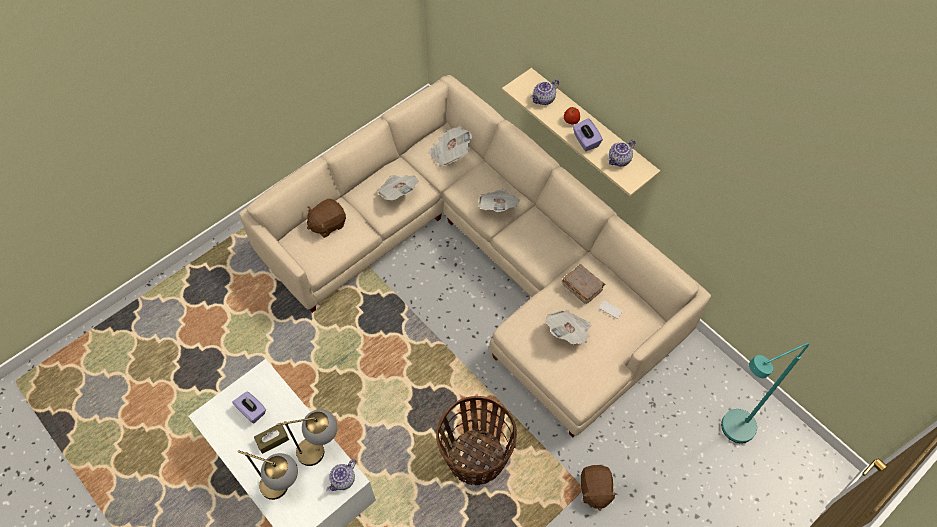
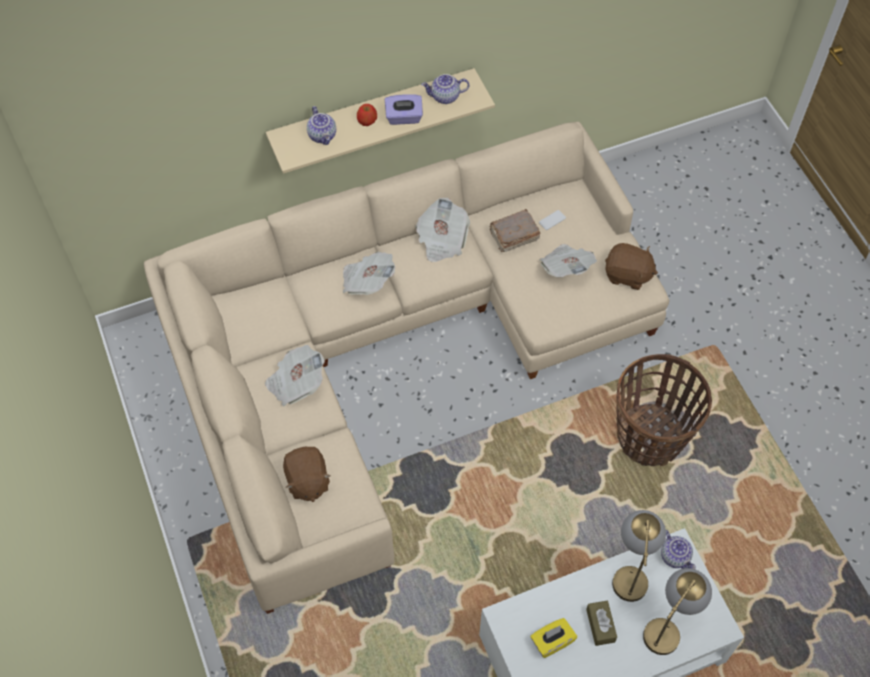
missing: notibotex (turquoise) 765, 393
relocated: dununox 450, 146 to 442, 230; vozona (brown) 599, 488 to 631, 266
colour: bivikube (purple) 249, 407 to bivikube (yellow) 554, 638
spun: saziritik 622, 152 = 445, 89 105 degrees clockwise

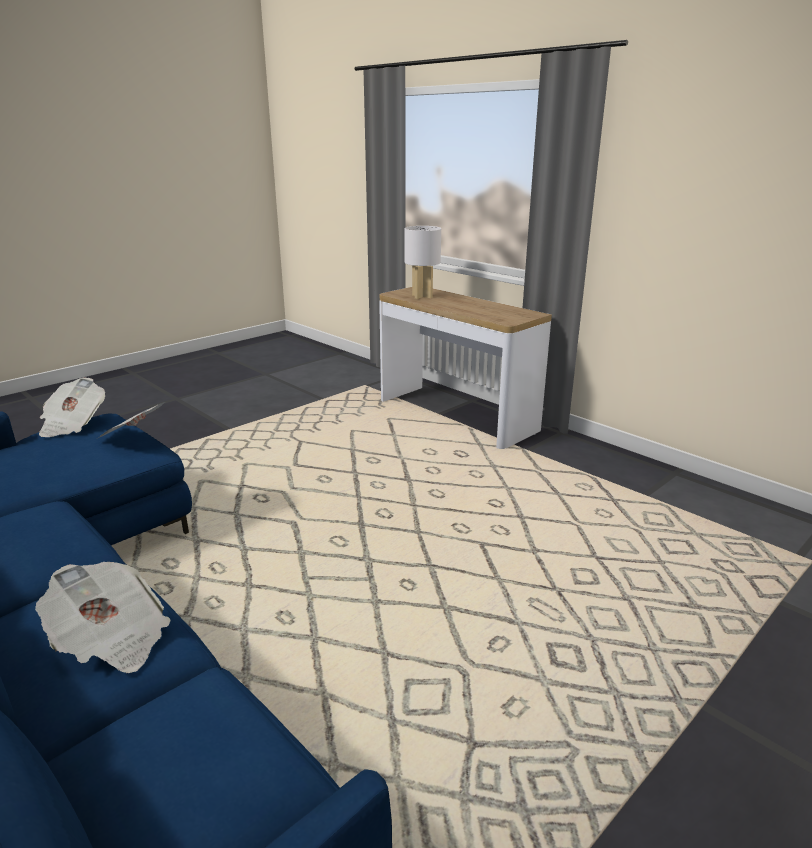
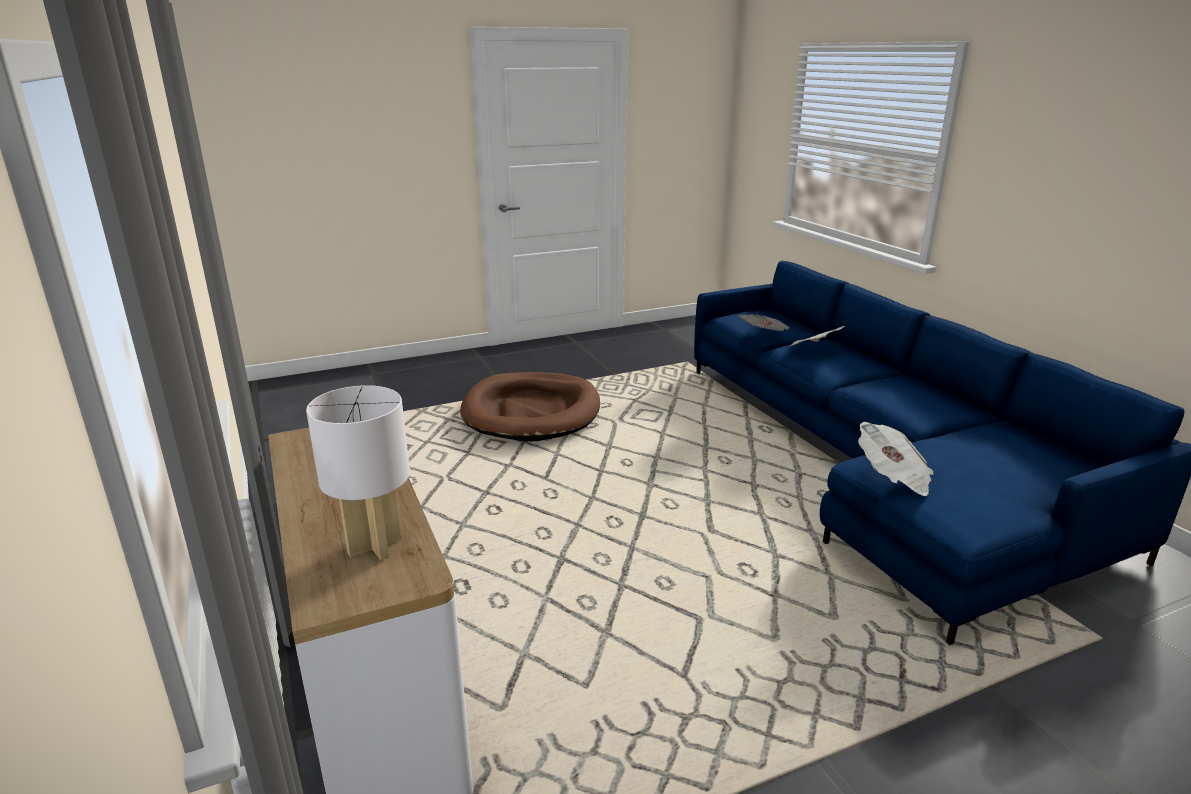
appeared: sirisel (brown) 530, 407
relocated: dununox 72, 407 to 763, 323

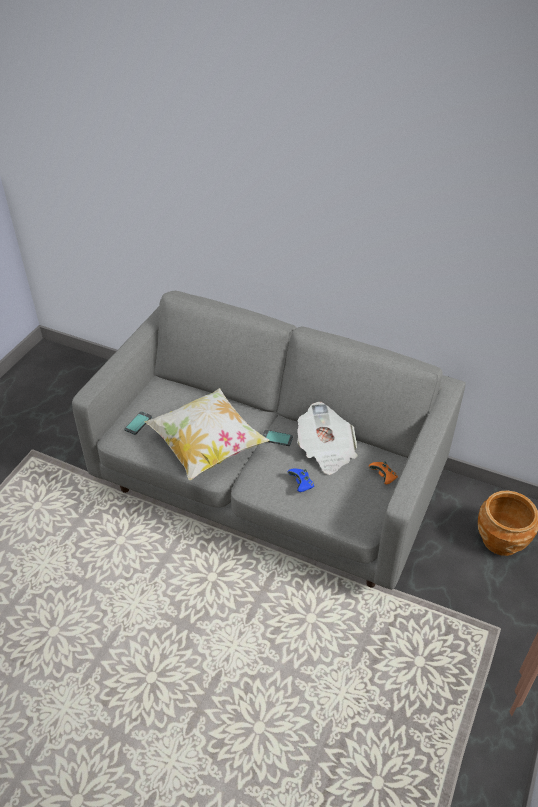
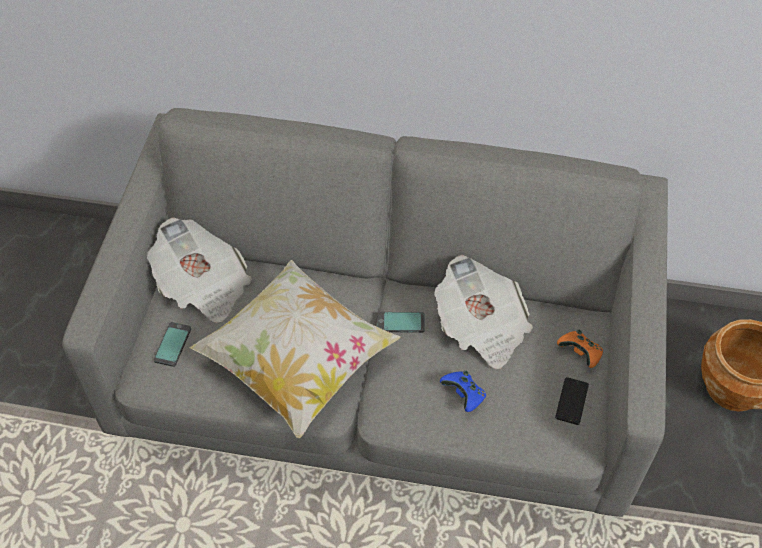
appeared: dununox 199, 270; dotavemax 572, 401

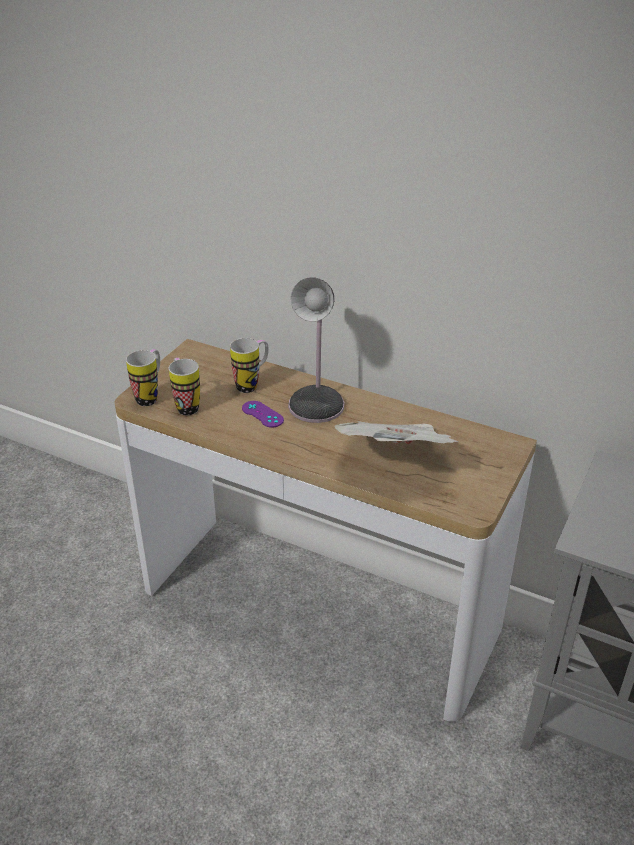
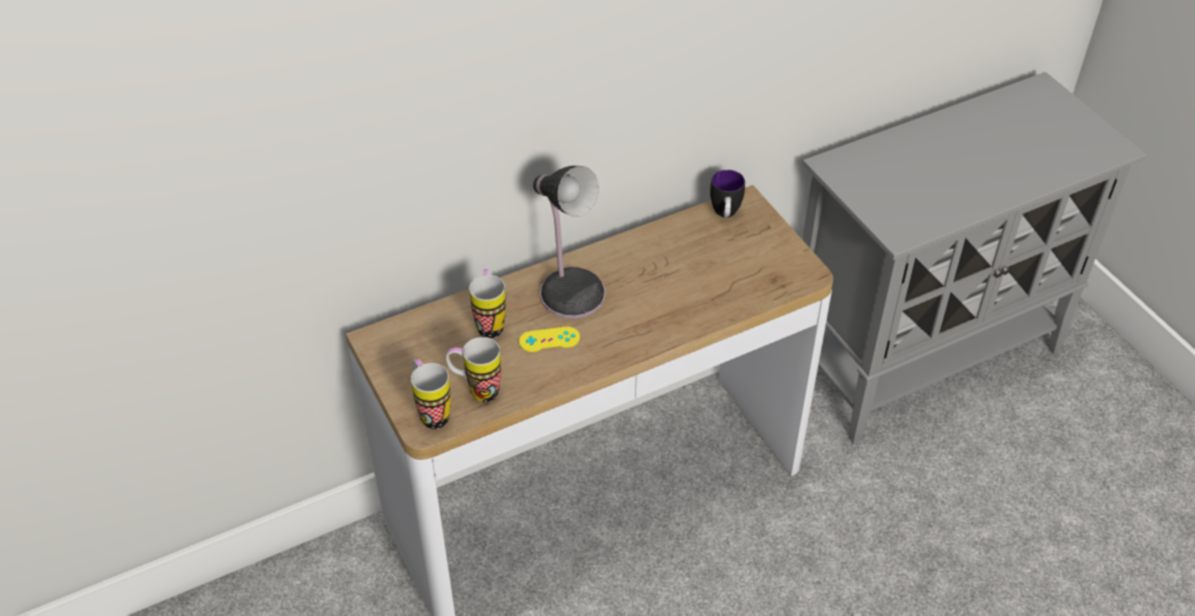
missing: dununox 397, 432
appeared: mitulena 727, 193
colour: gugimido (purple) 263, 414 to gugimido (yellow) 549, 339

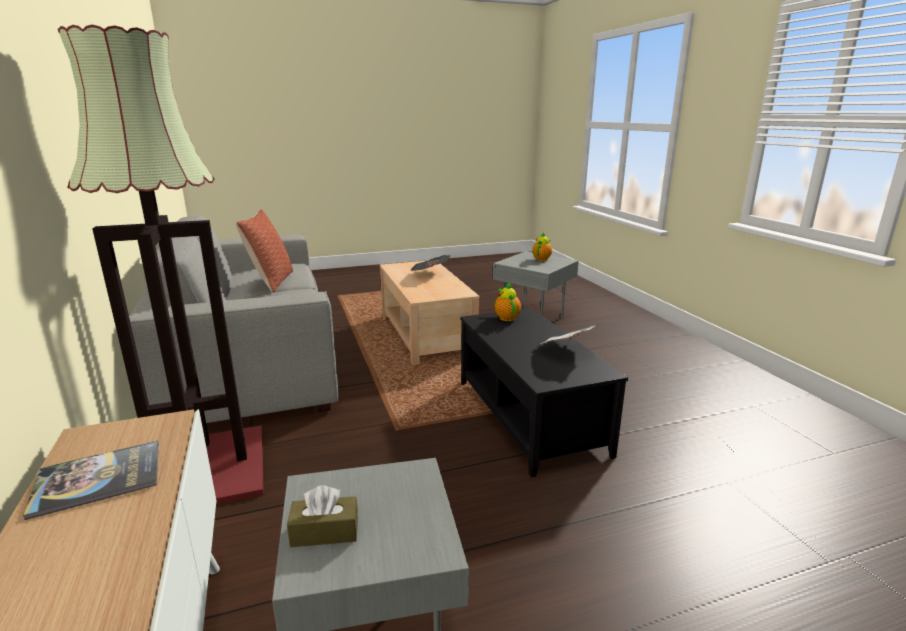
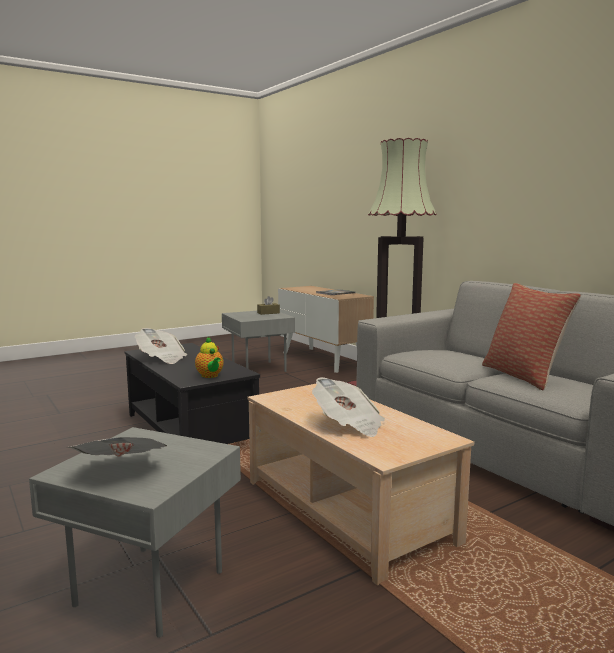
exchanged: saziritik 542, 246 to dununox 117, 447

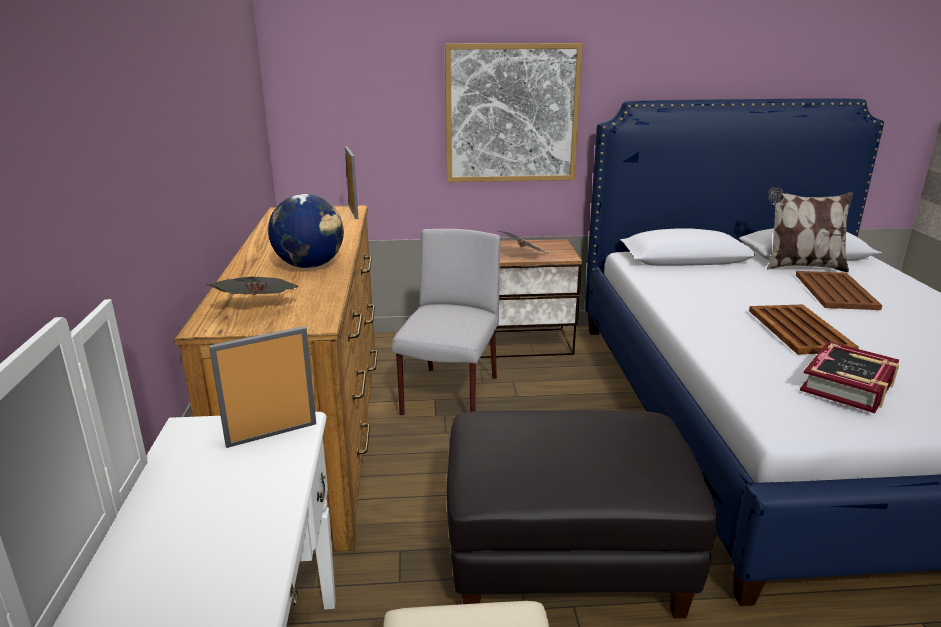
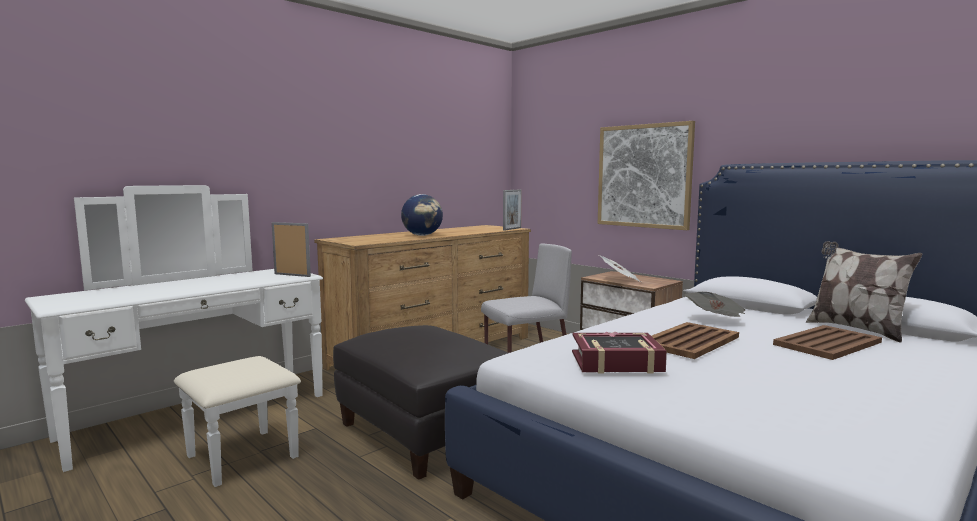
relocated: dununox 251, 286 to 715, 304

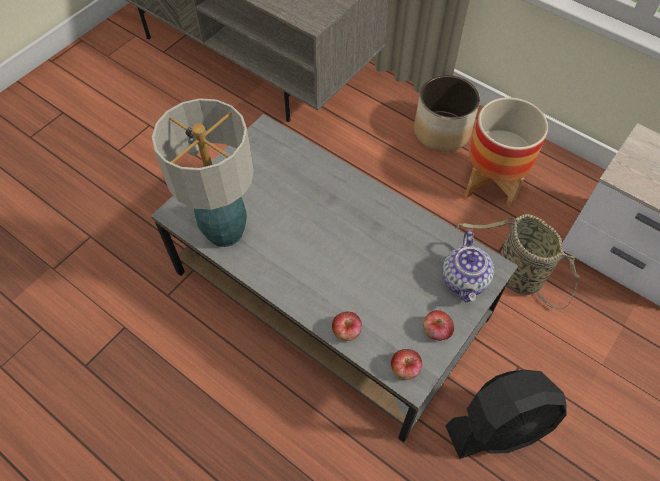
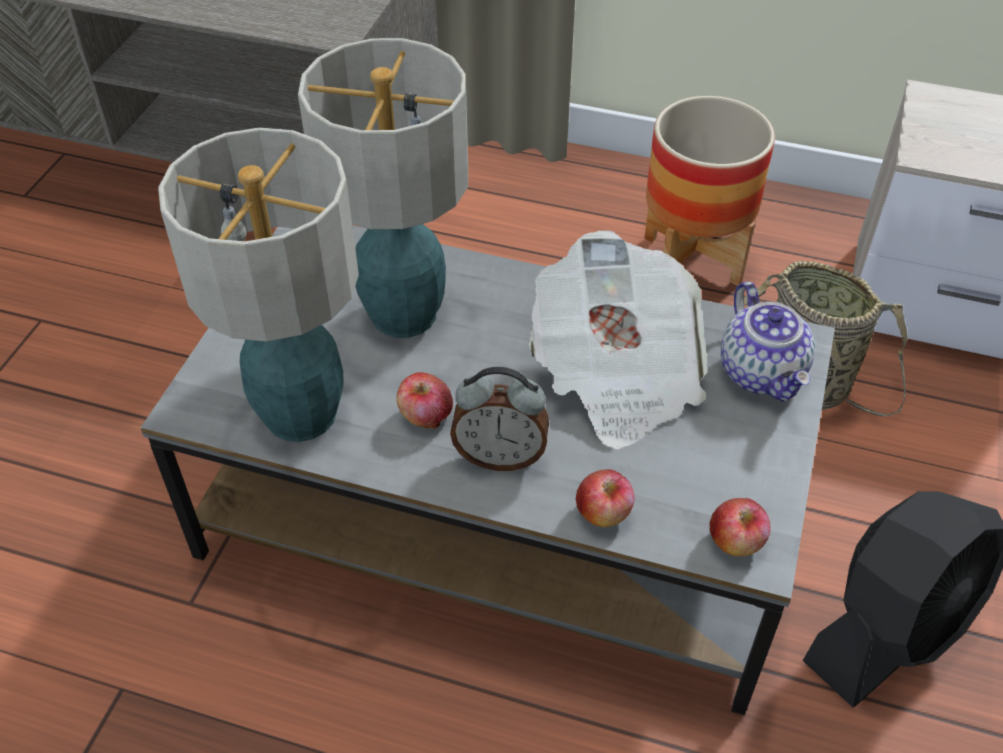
missing: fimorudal 447, 113
appeared: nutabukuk 383, 188; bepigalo 499, 419; dununox 617, 340
relocated: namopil 438, 325 to 425, 400

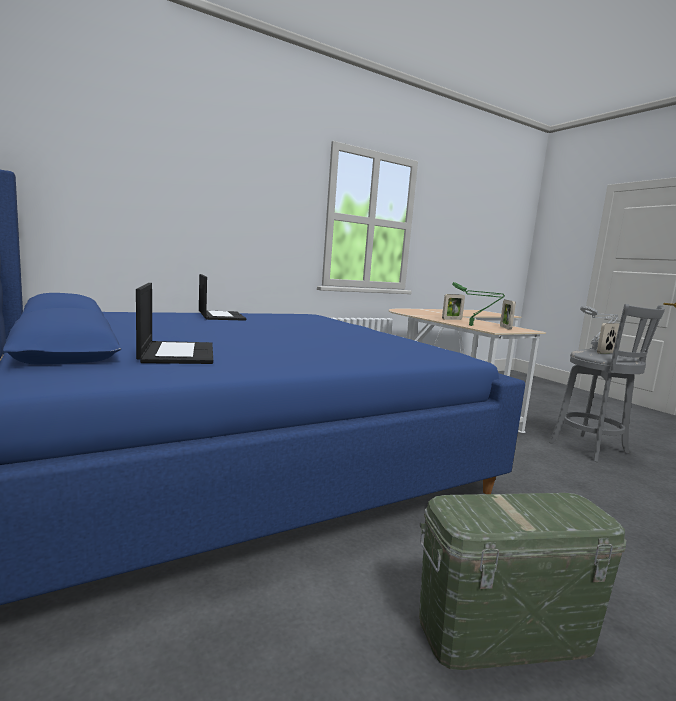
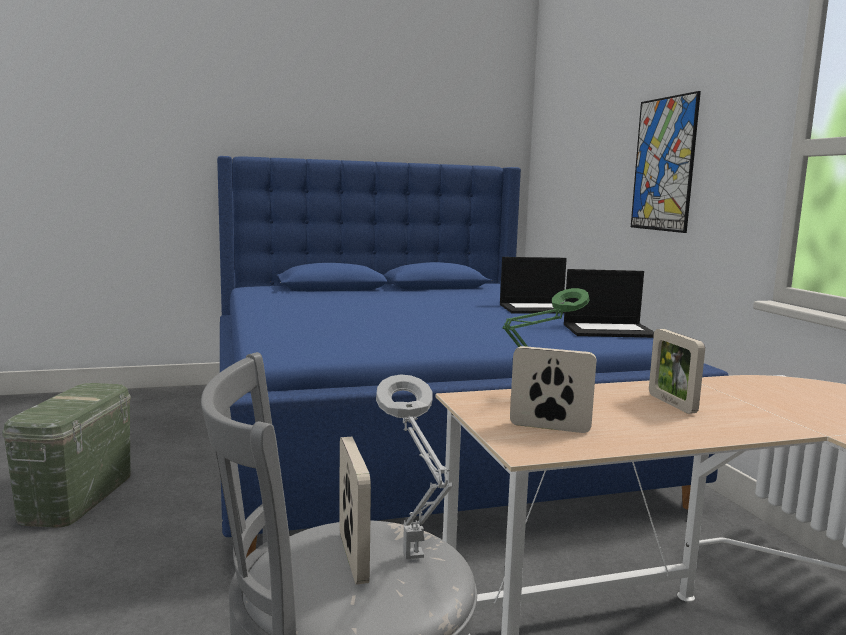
appeared: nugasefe 666, 162
relocated: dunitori 174, 323 to 609, 303

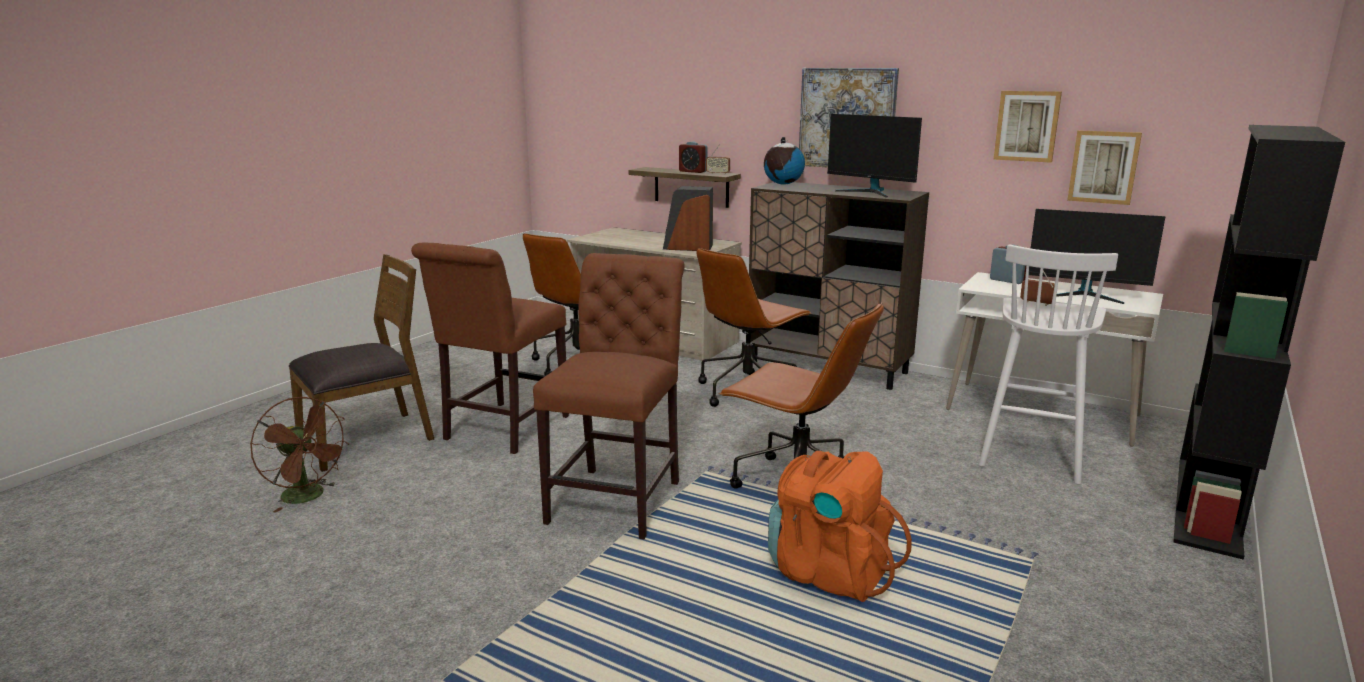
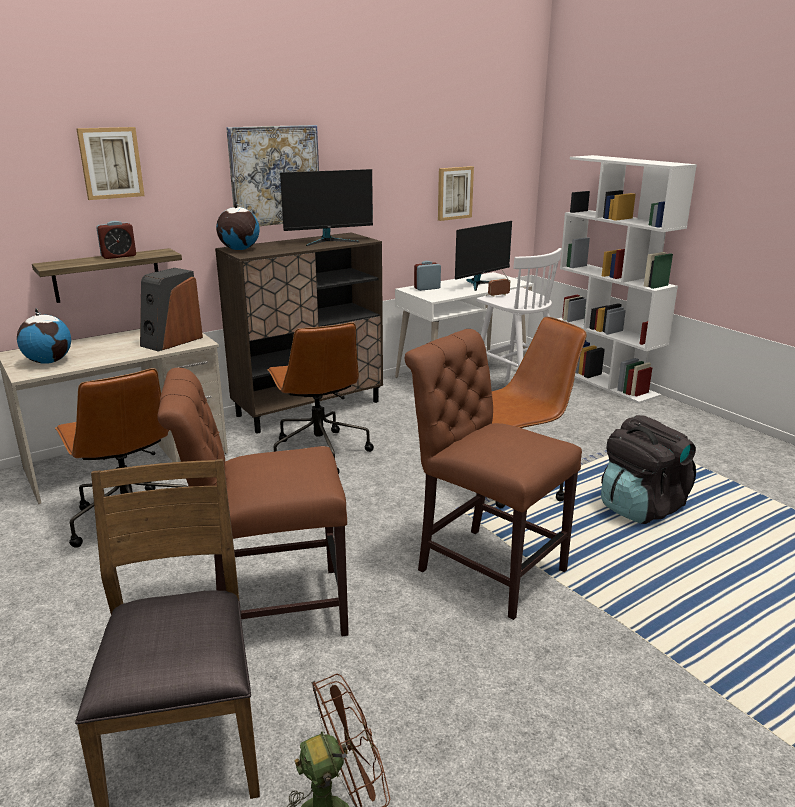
missing: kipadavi 718, 159
appeared: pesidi 44, 336
relocated: nugasefe 1027, 127 to 110, 163
colour: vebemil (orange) 840, 526 to vebemil (black) 648, 469; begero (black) 1259, 342 to begero (white) 627, 279
spun: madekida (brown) 490, 348 = 253, 502 120 degrees clockwise

